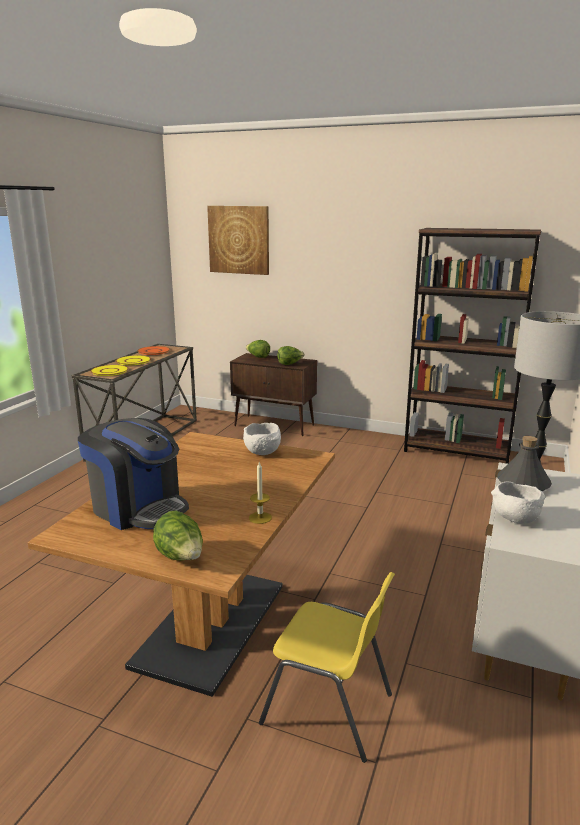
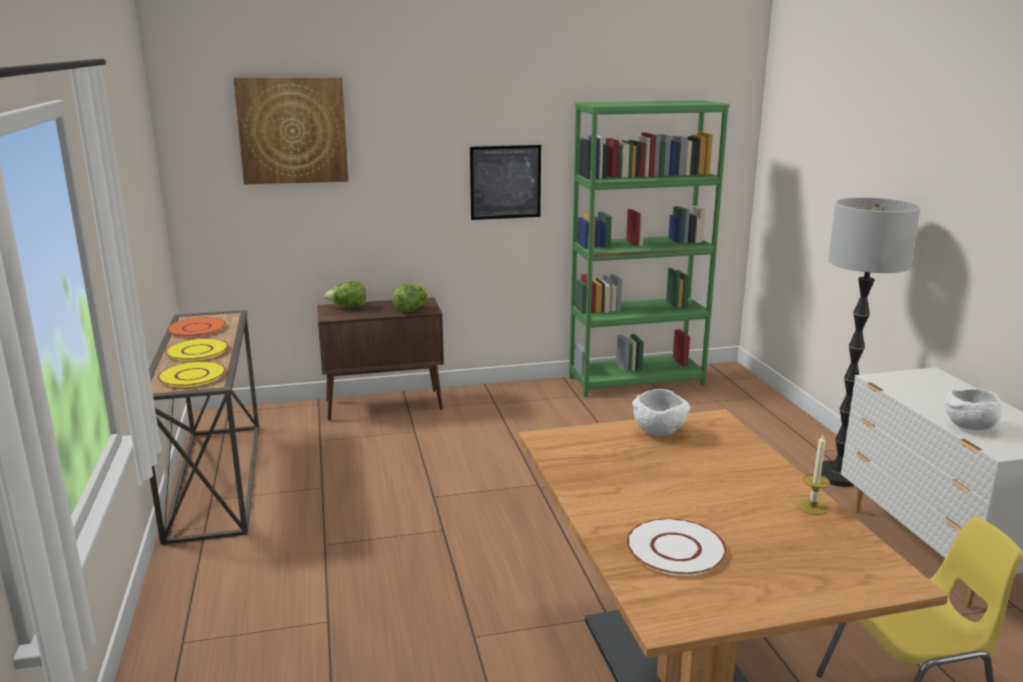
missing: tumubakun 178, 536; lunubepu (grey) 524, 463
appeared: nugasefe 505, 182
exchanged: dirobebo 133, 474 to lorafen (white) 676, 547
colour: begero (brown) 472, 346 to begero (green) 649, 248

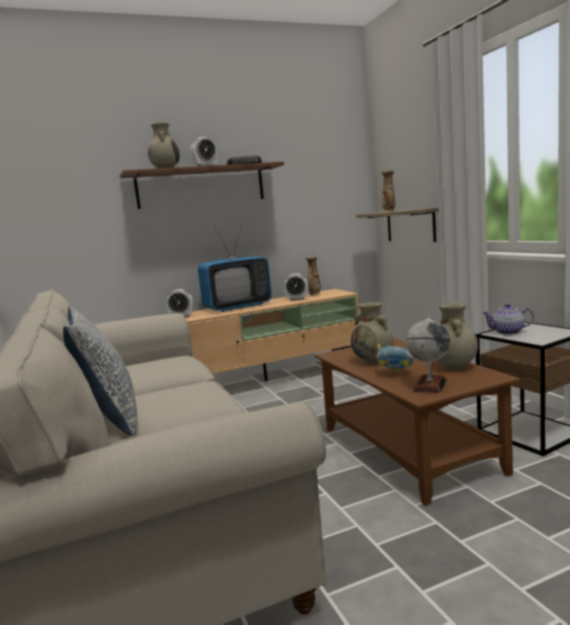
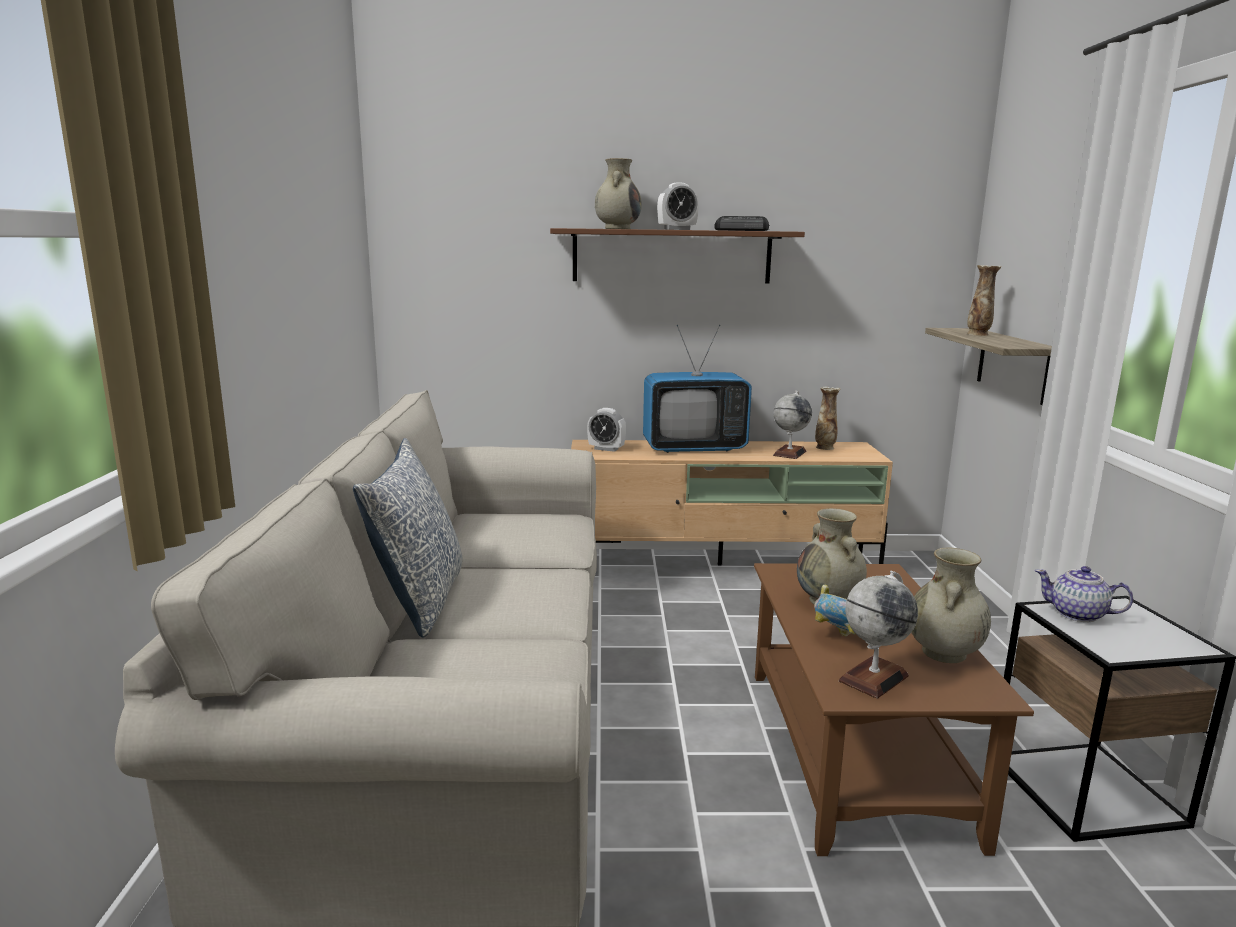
exchanged: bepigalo 296, 287 to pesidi 792, 425

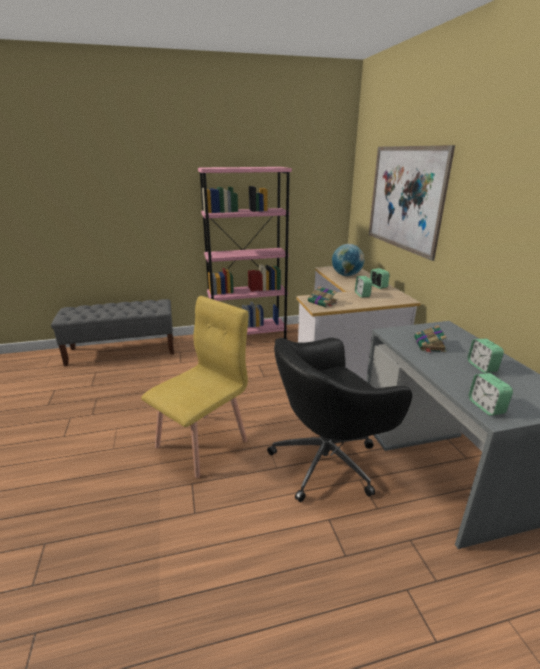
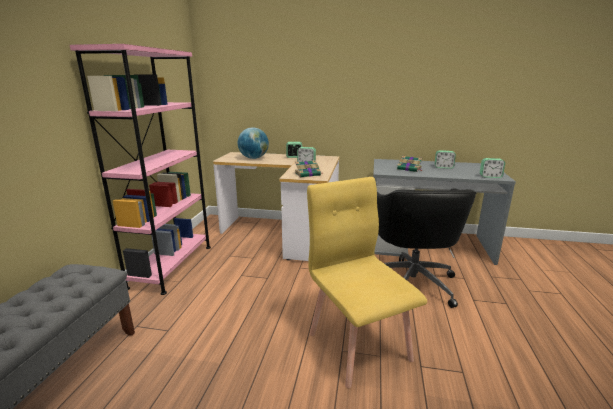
missing: nugasefe 412, 203

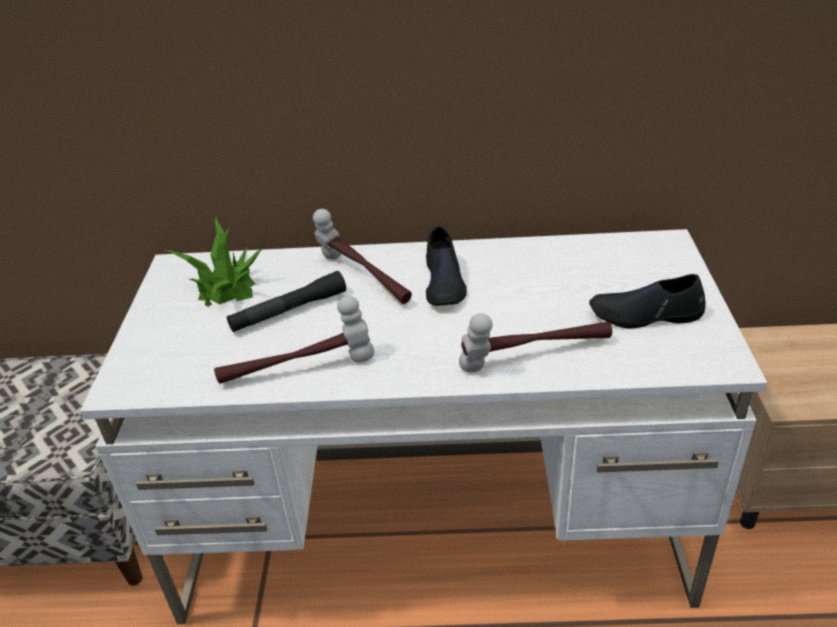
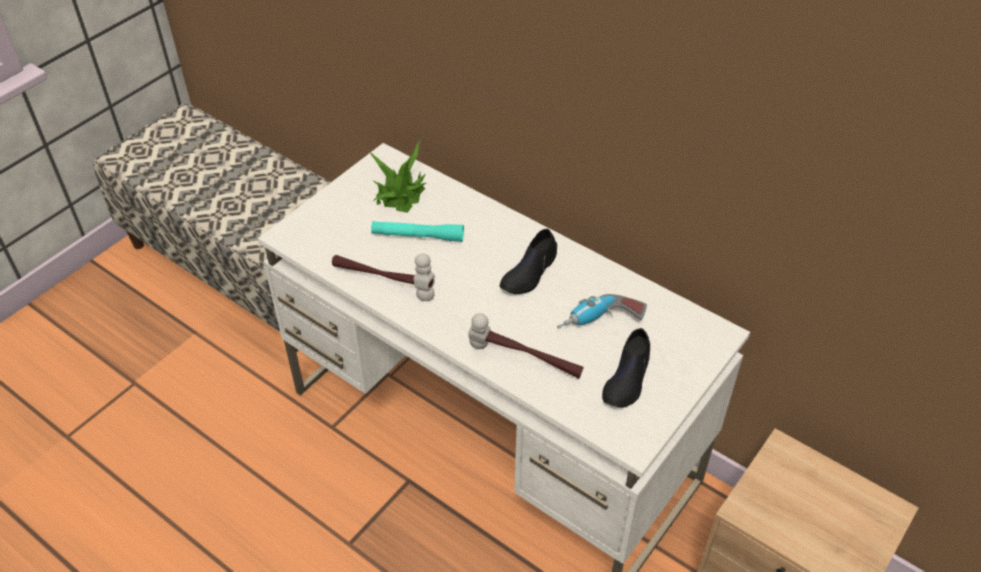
missing: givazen 362, 256
appeared: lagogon 602, 311
colour: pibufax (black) 286, 301 to pibufax (turquoise) 417, 231
spun: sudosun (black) 647, 301 = 626, 368 105 degrees counterclockwise

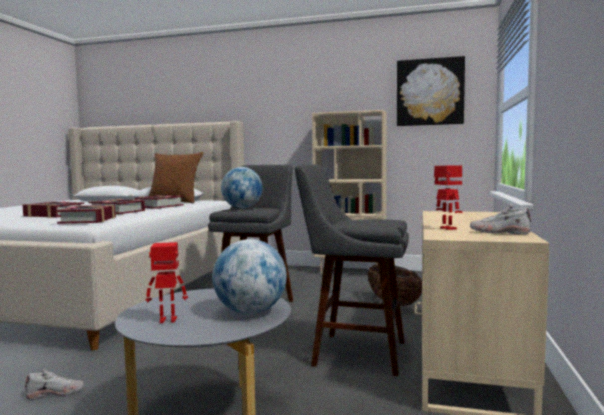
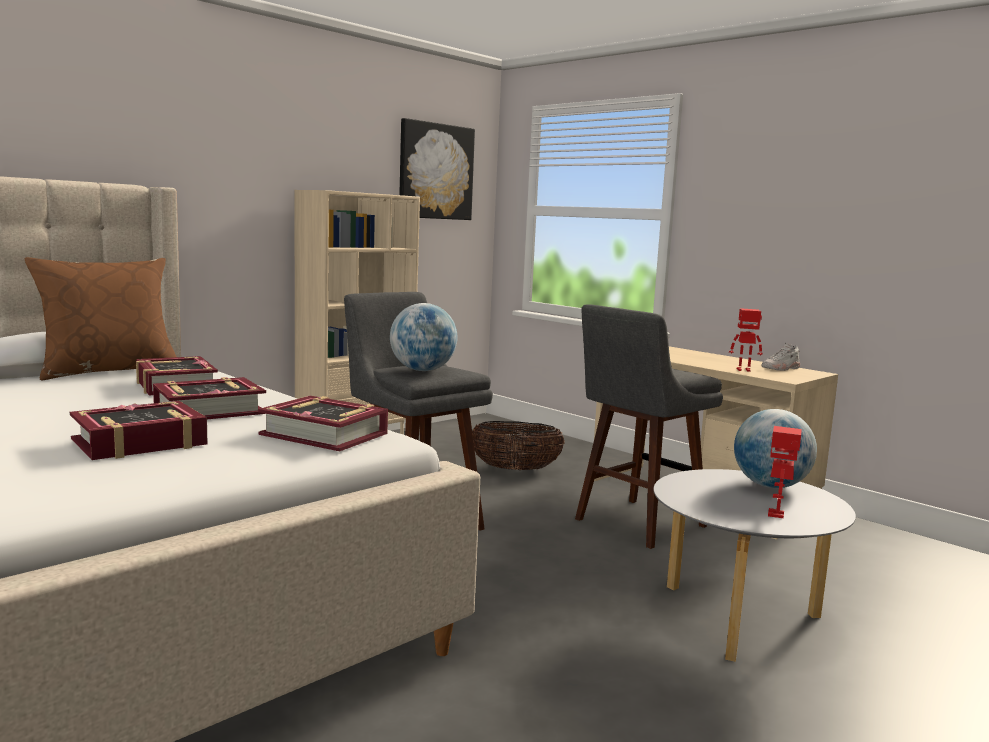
missing: sudosun (white) 54, 384

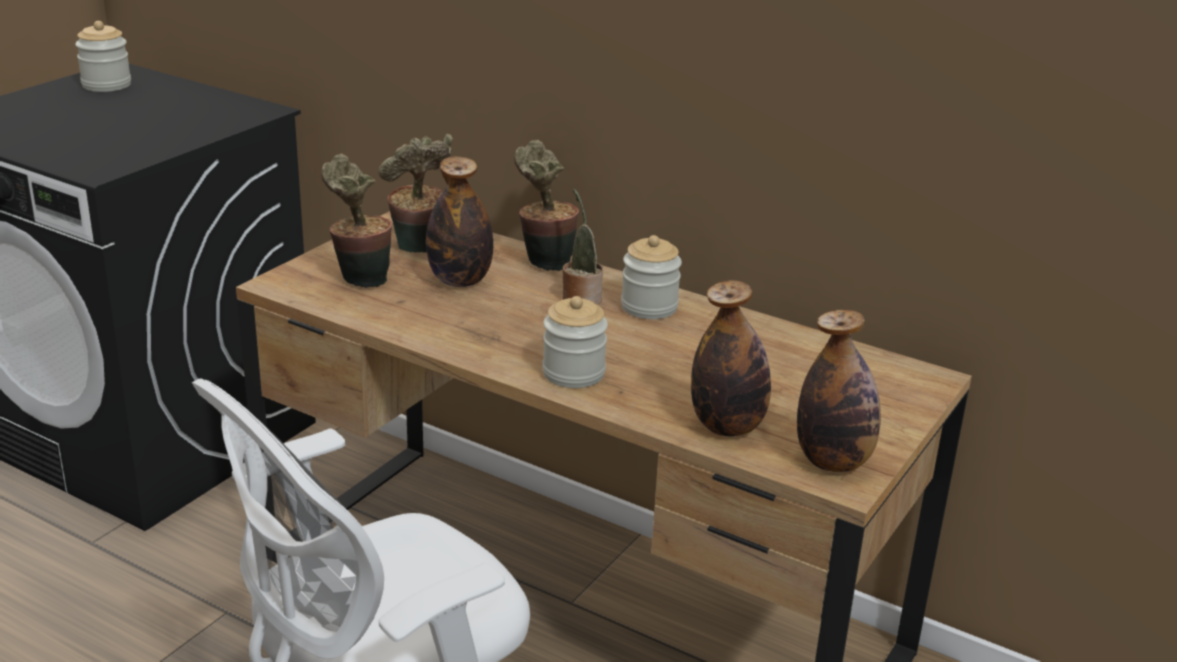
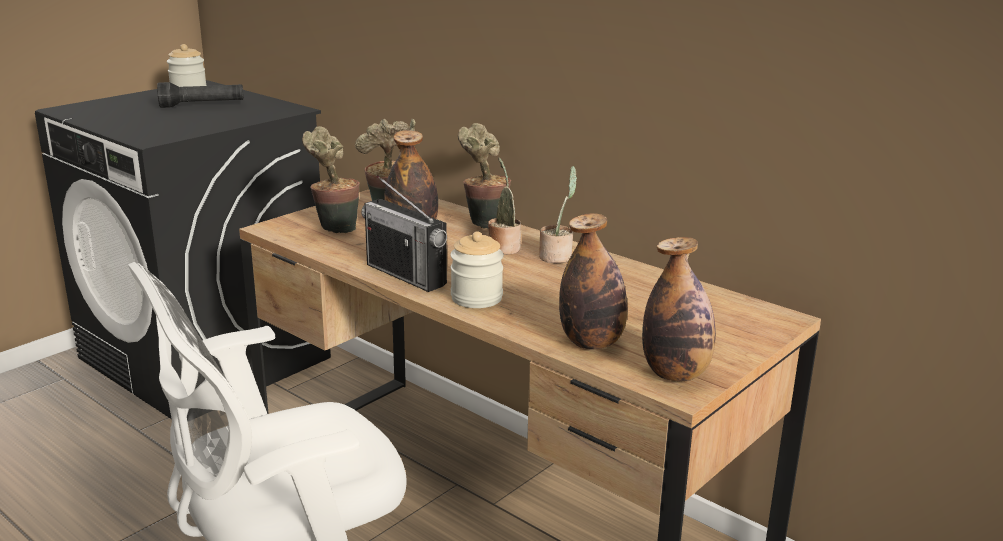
appeared: pibufax (black) 200, 95; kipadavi 404, 233
exchanged: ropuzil 651, 277 to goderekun 558, 214

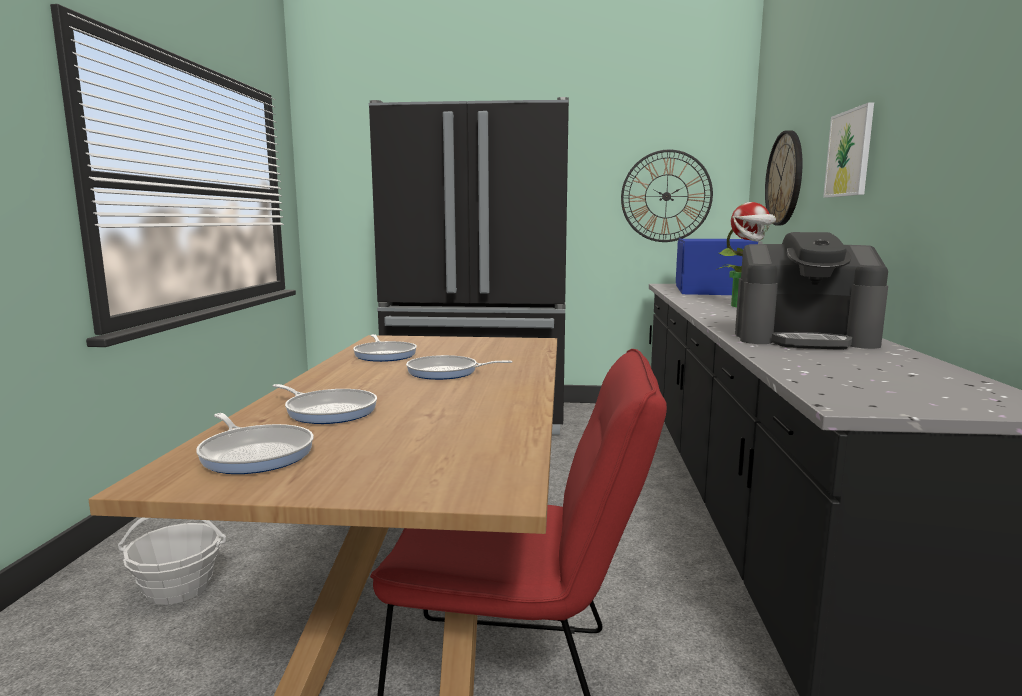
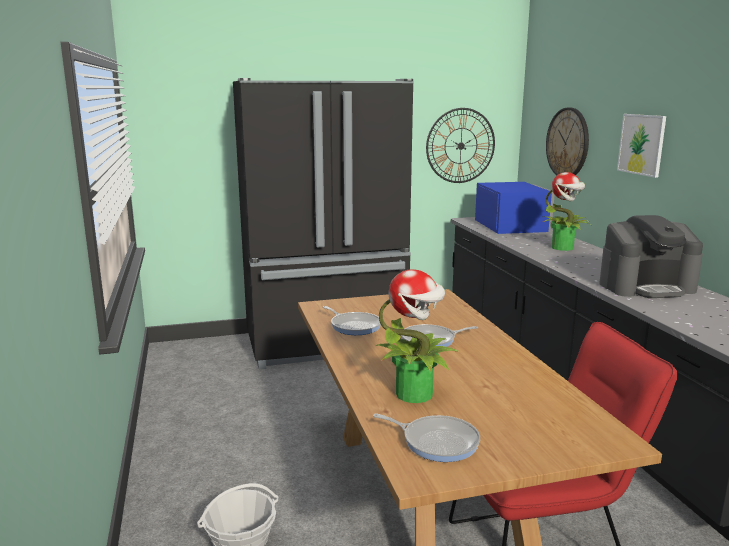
exchanged: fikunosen 324, 404 to goderekun 417, 336

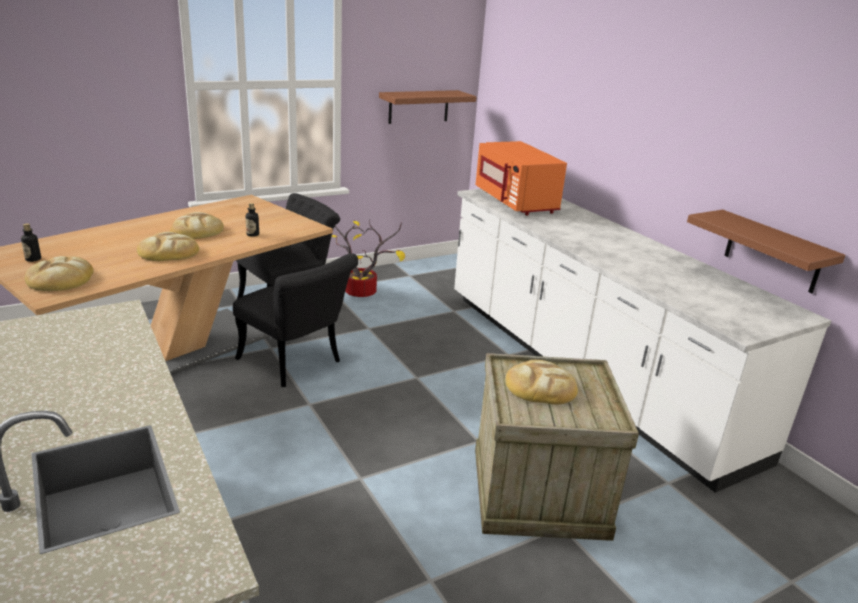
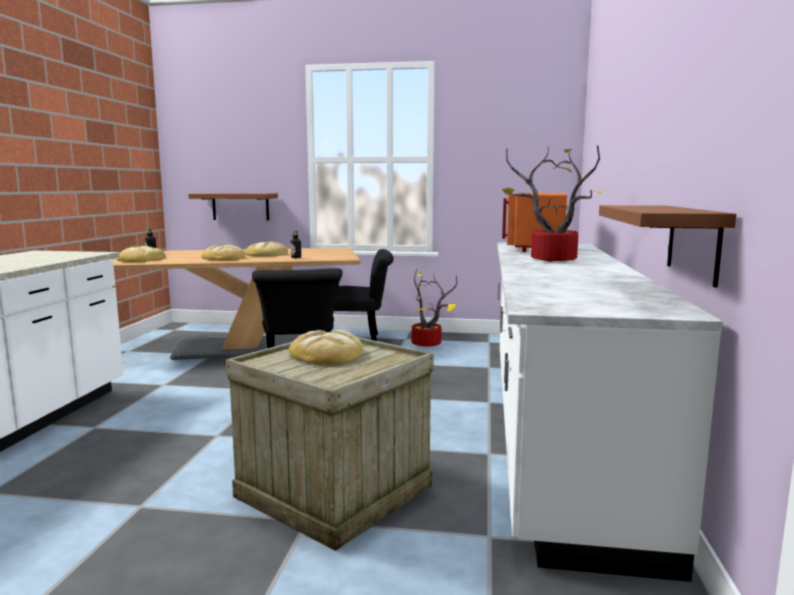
appeared: goderekun 551, 203
relocated: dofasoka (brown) 428, 107 to 233, 207

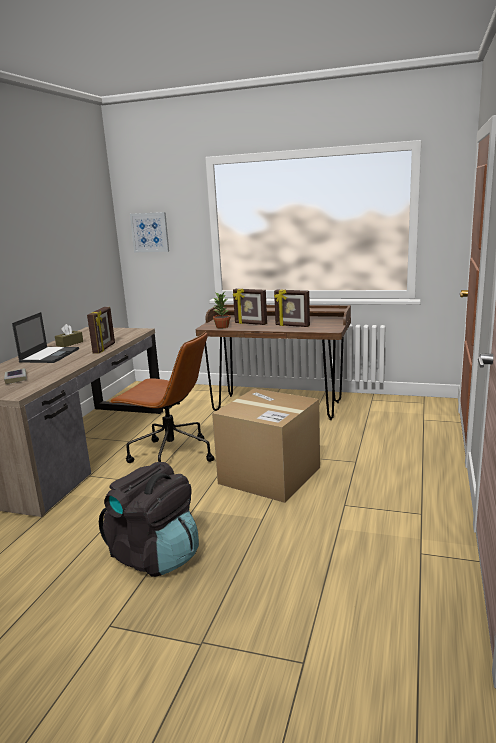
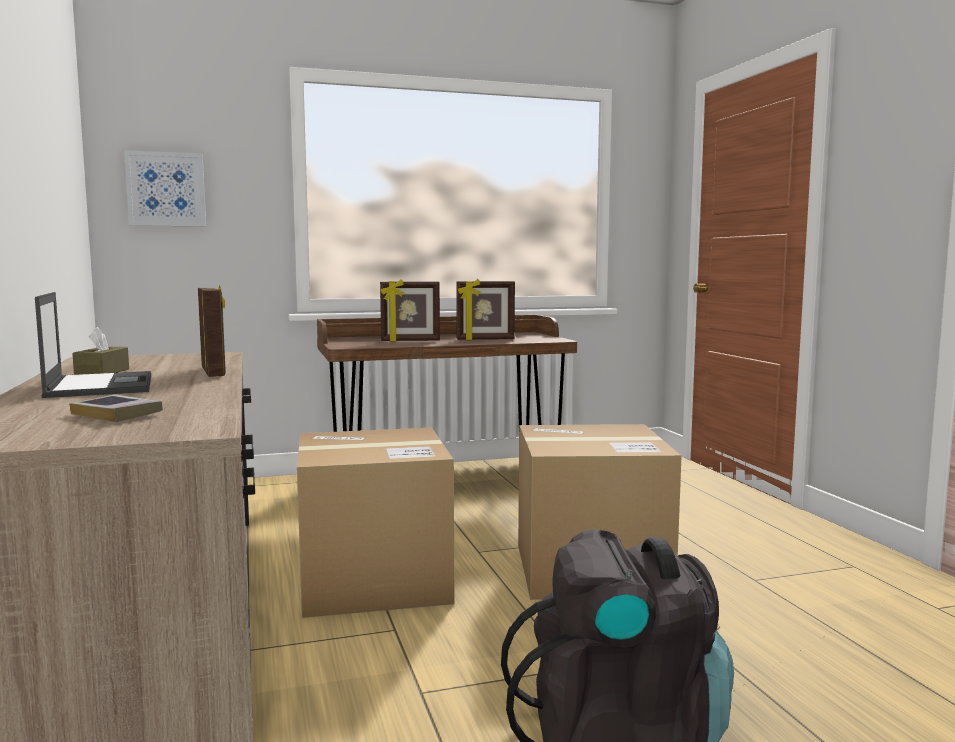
missing: goderekun 222, 310
exchanged: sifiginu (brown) 162, 397 to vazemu 375, 523

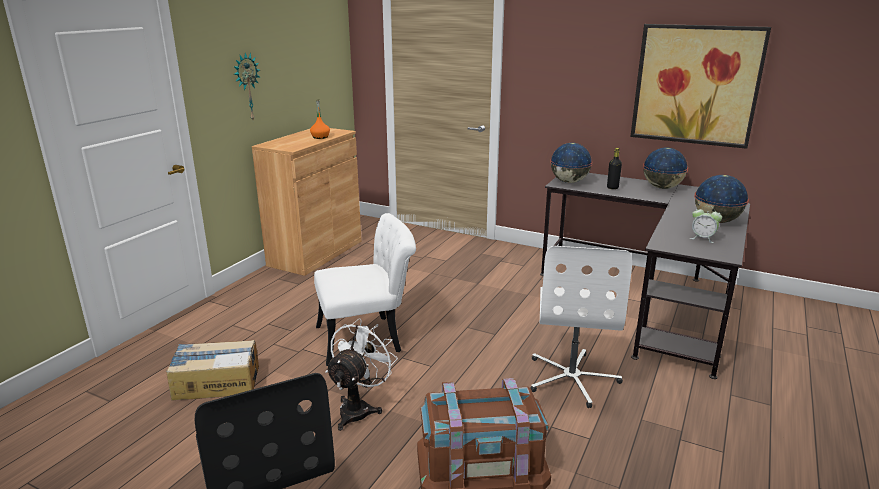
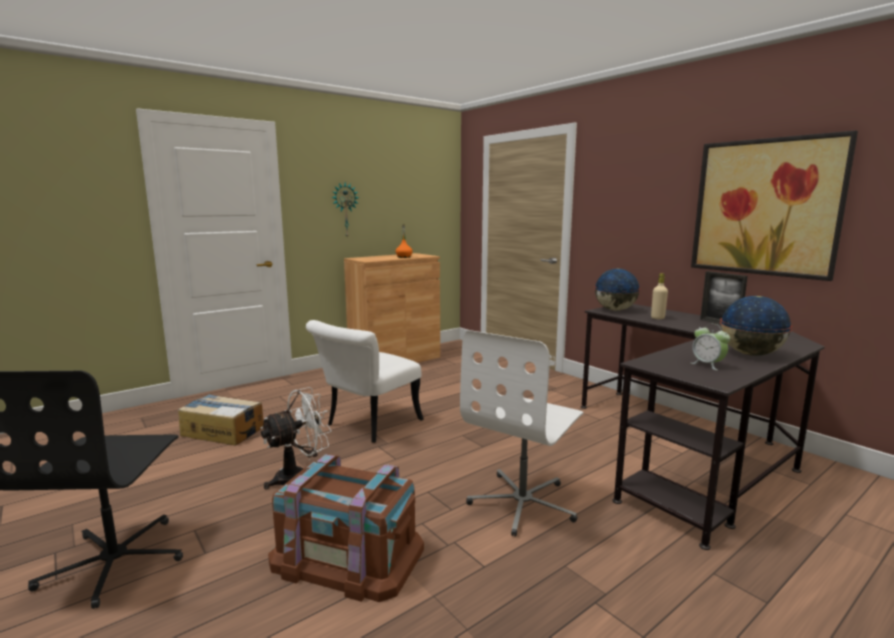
exchanged: pesidi 665, 168 to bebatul 724, 297
colour: lunubepu (black) 614, 168 to lunubepu (beige) 659, 296
spun: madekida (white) 365, 289 = 365, 381 120 degrees clockwise

